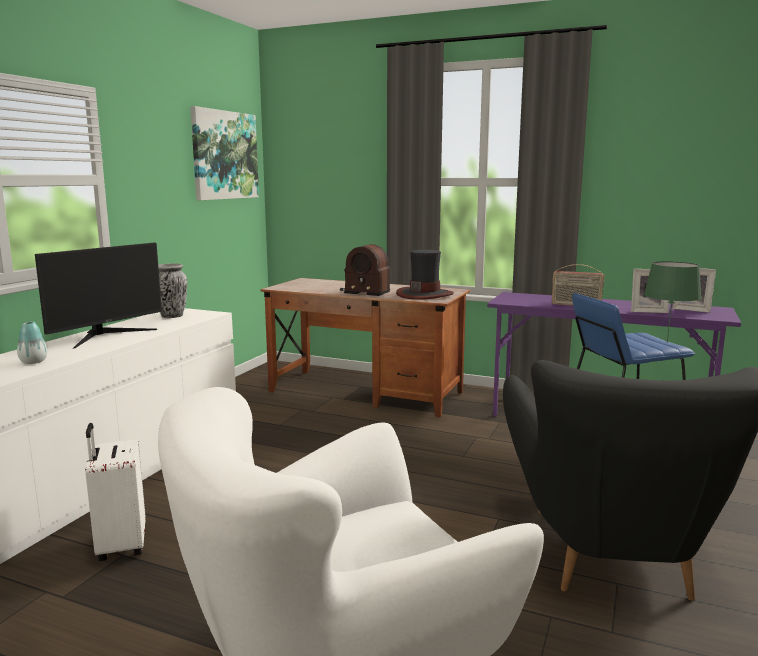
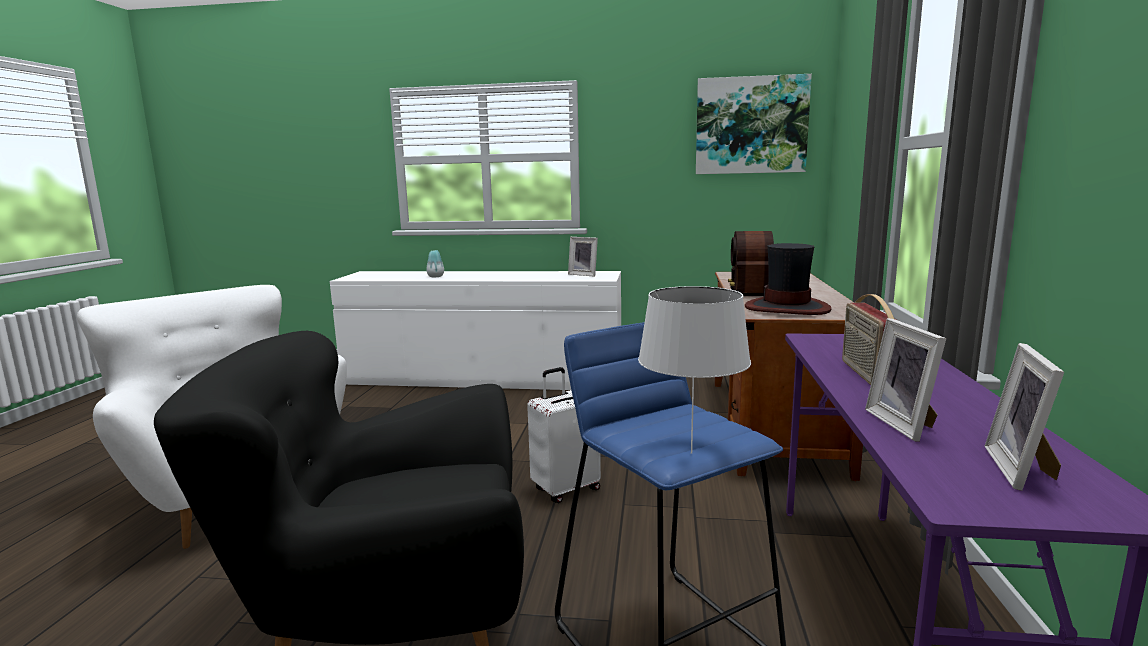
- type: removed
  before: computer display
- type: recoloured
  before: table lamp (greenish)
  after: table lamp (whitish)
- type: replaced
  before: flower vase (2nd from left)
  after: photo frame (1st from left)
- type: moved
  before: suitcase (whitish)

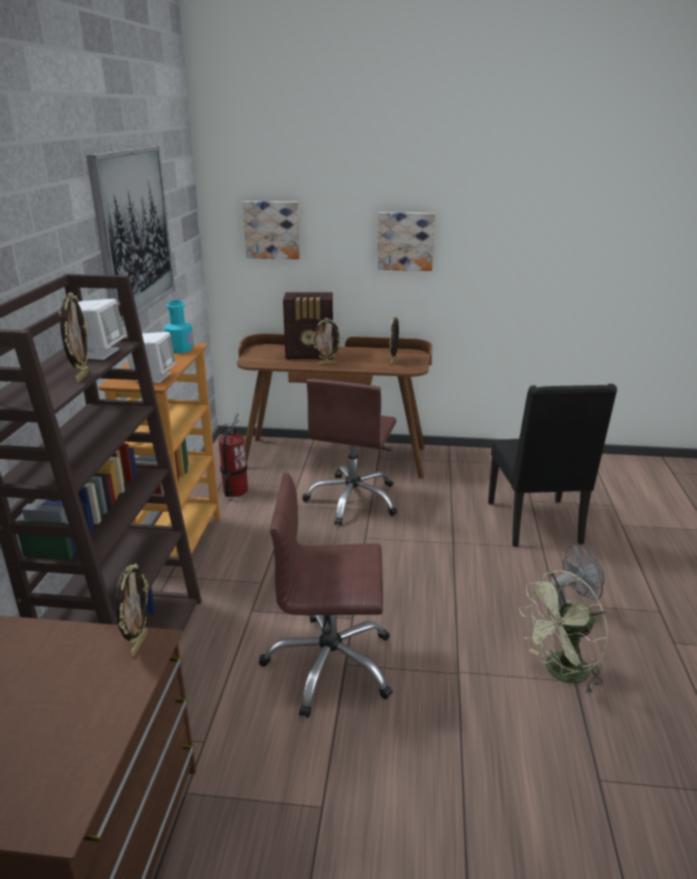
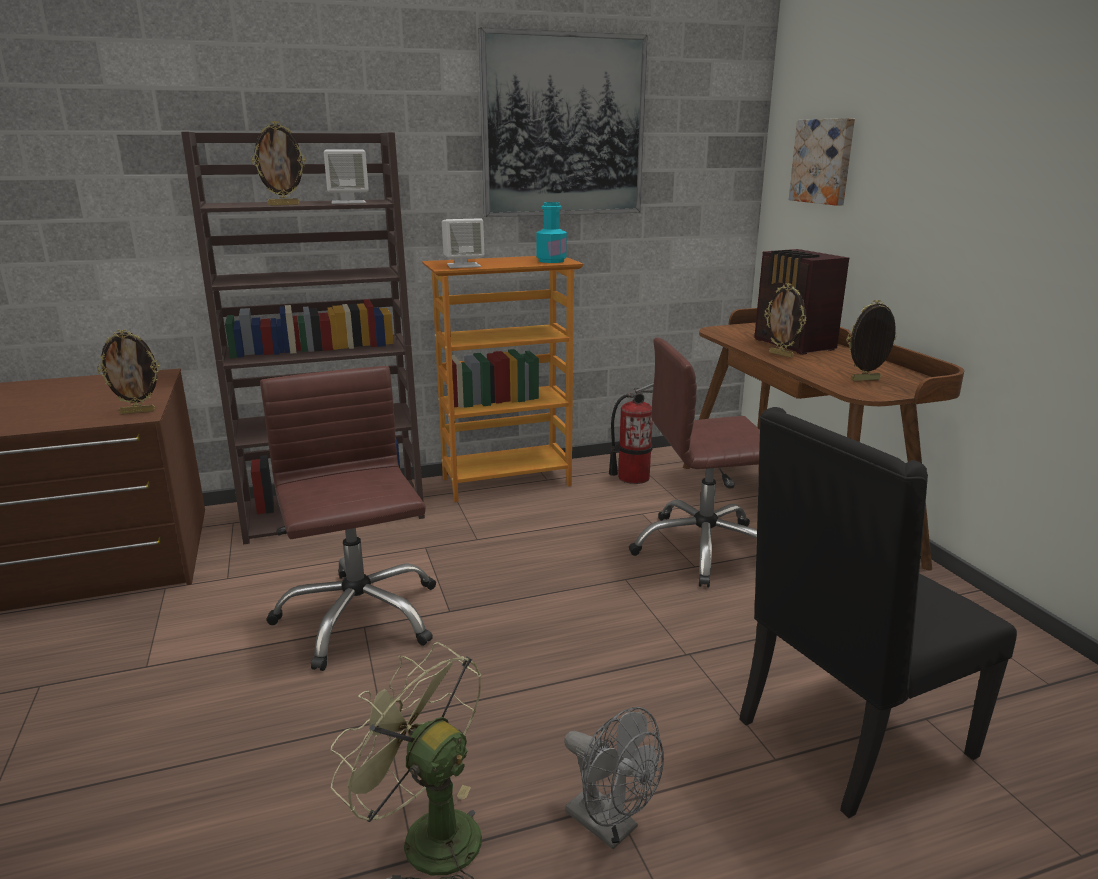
- type: removed
  before: wall art (3rd from left)

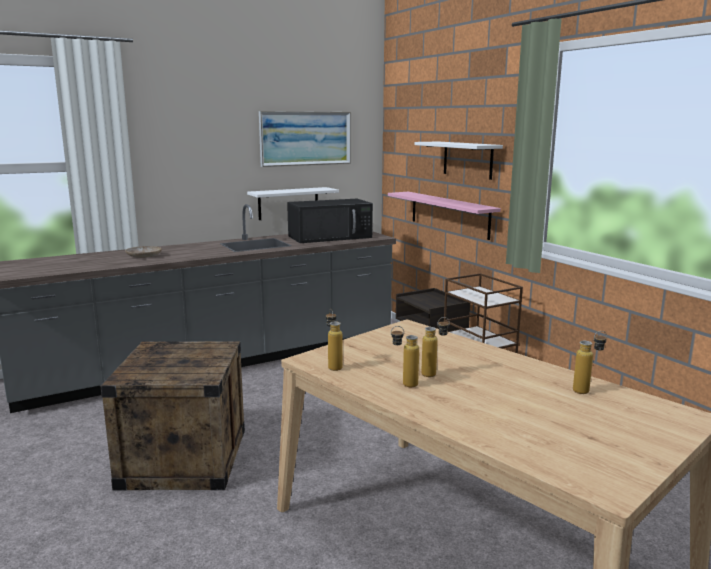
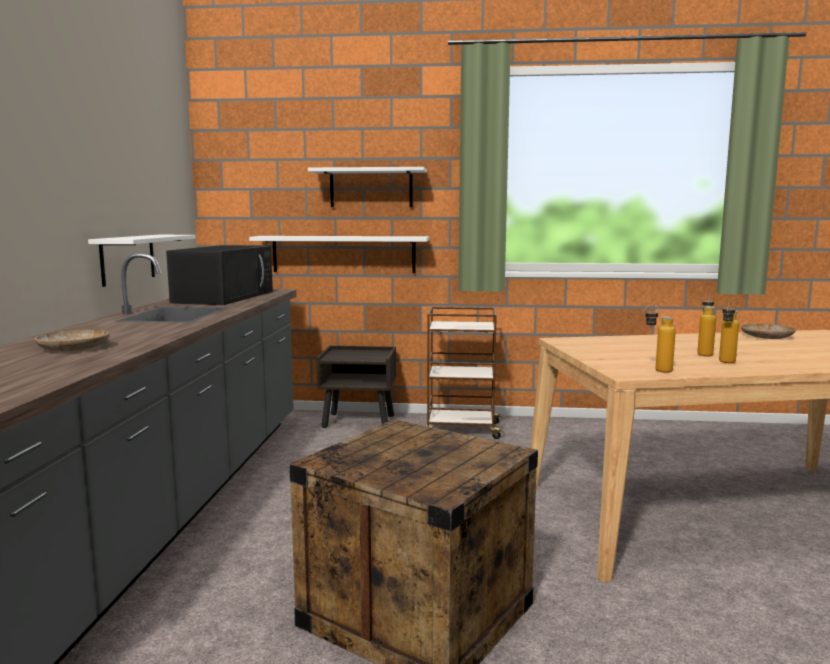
- type: removed
  before: wall art
- type: recoloured
  before: bracket shelf (pink-coloured)
  after: bracket shelf (whitish) (2nd from left)
- type: replaced
  before: beverage bottle (4th from left)
  after: flat dish (beige) (2nd from left)

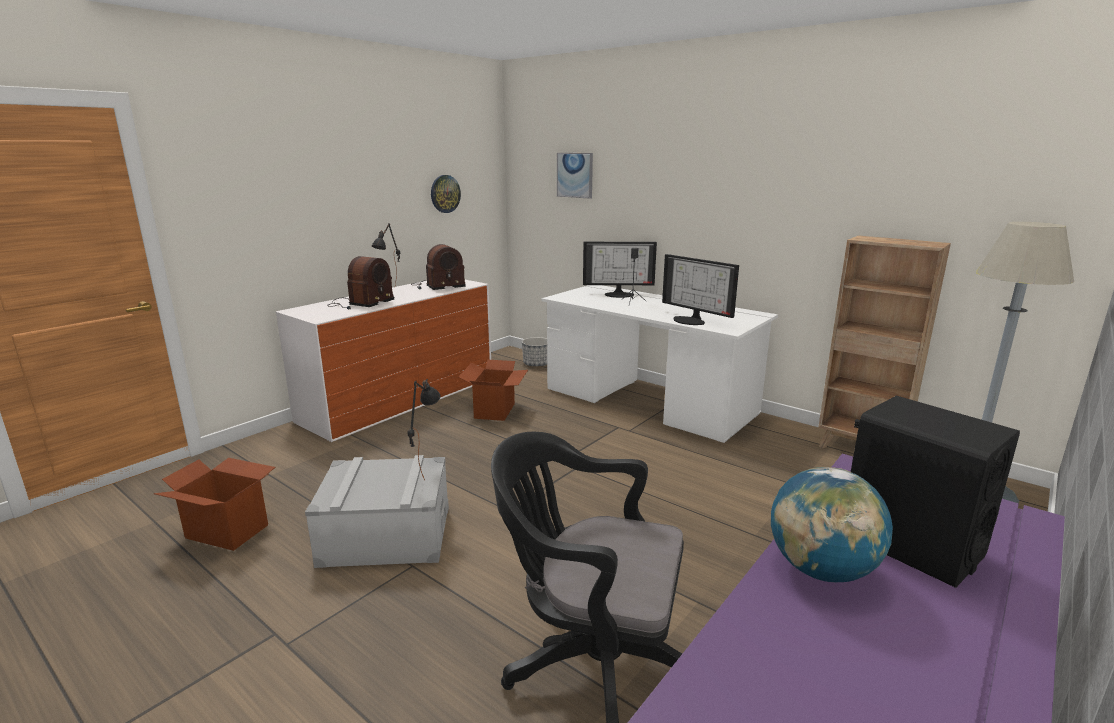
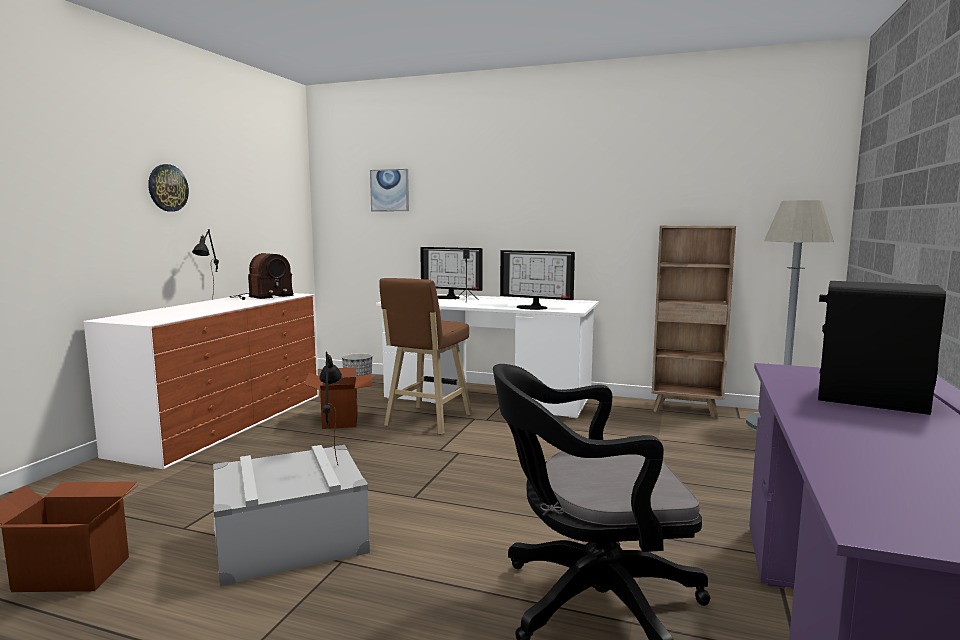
- type: moved
  before: hanging clock
- type: turned
  before: computer display (1st from left)
  turn: 45
- type: removed
  before: radio (1st from left)
- type: removed
  before: desk globe
- type: added
  after: stool seat (brown-coloured)

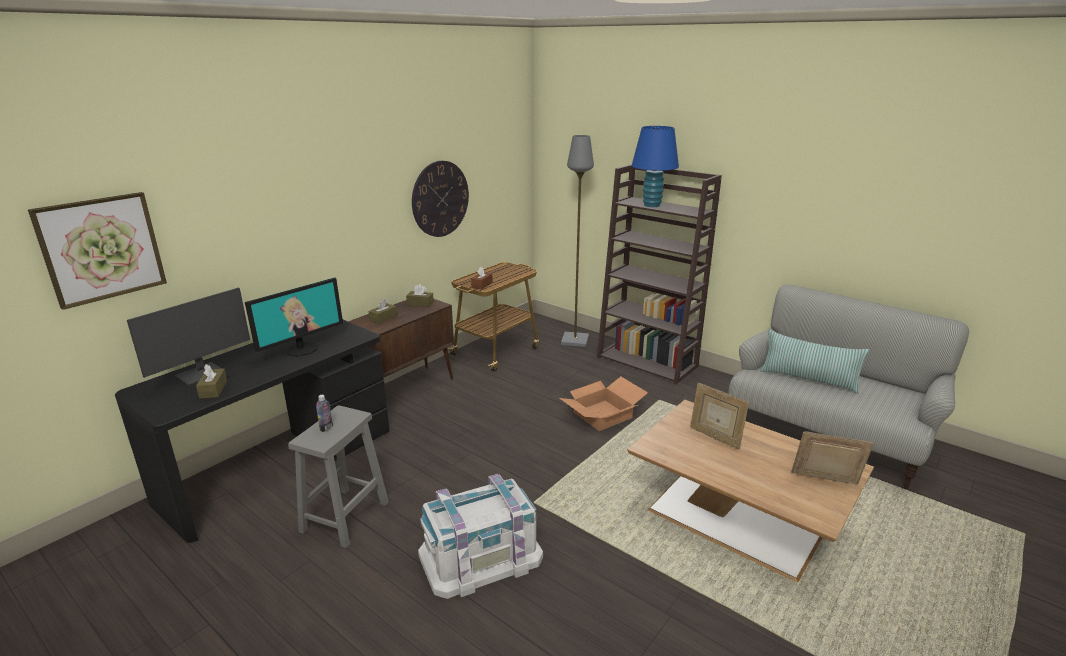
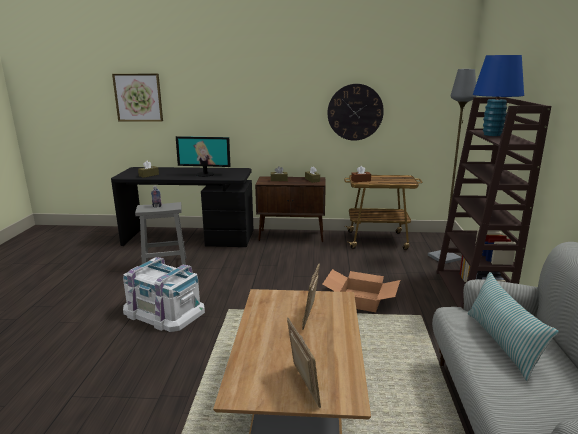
- type: removed
  before: computer display (1st from left)

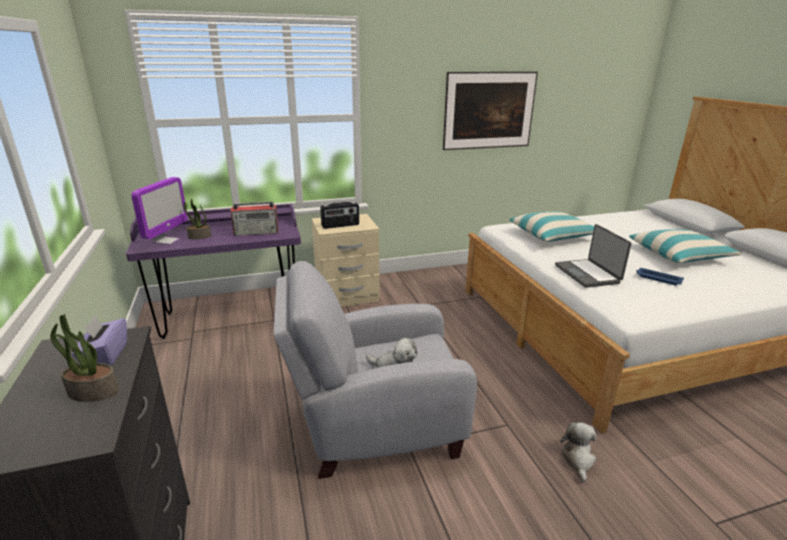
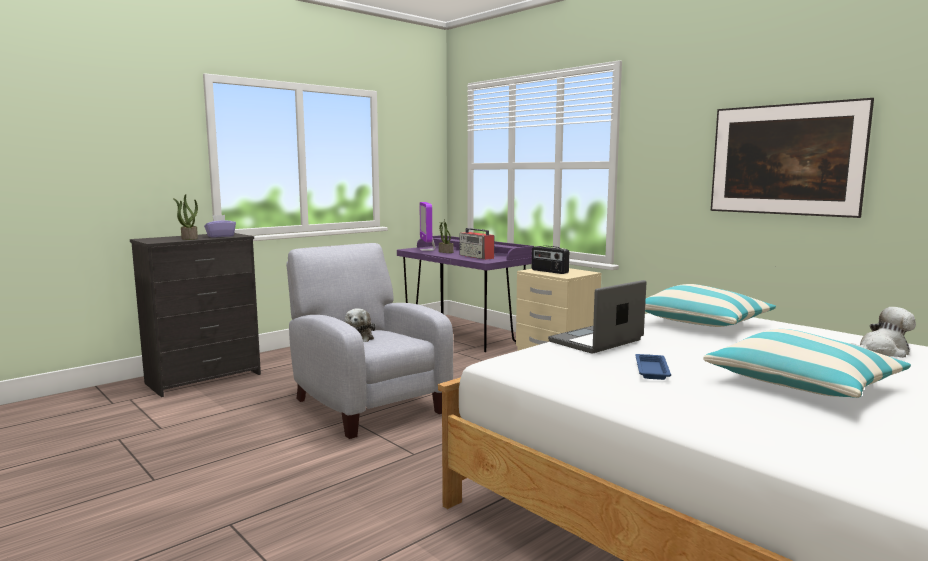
- type: turned
  before: computer display
  turn: 90
- type: moved
  before: soft toy (2nd from left)

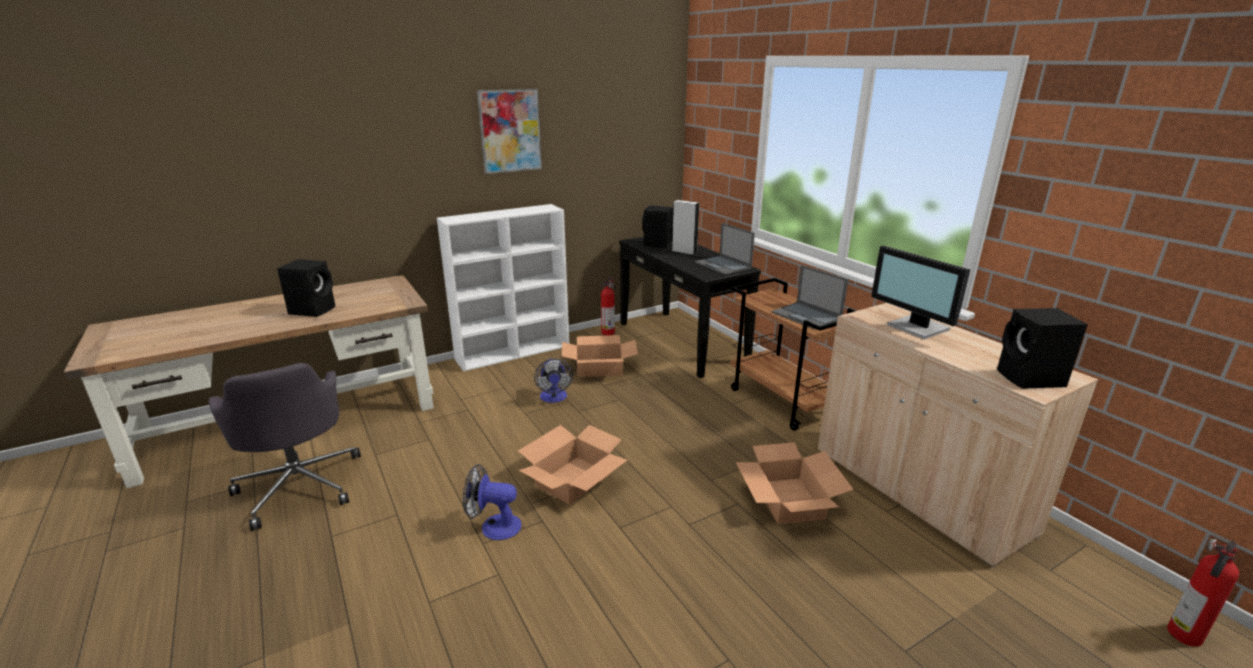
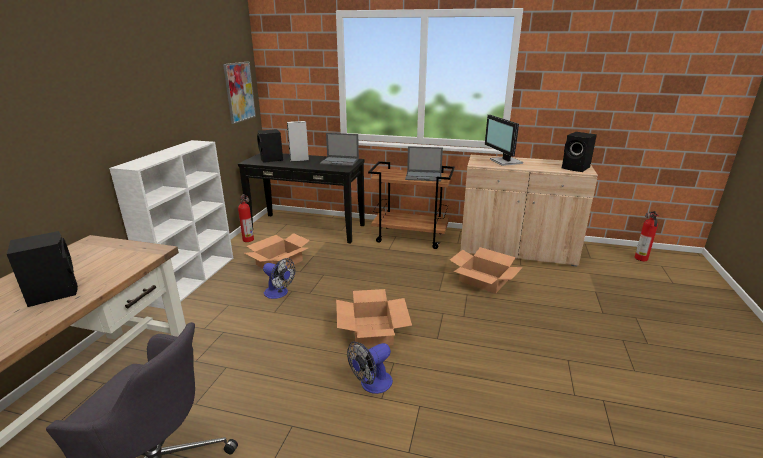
- type: moved
  before: wall art
- type: turned
  before: computer display
  turn: 60

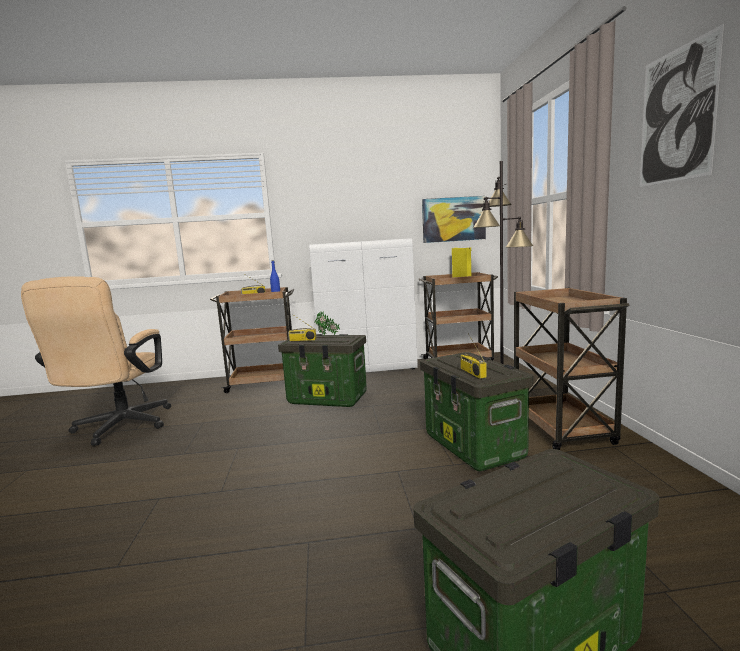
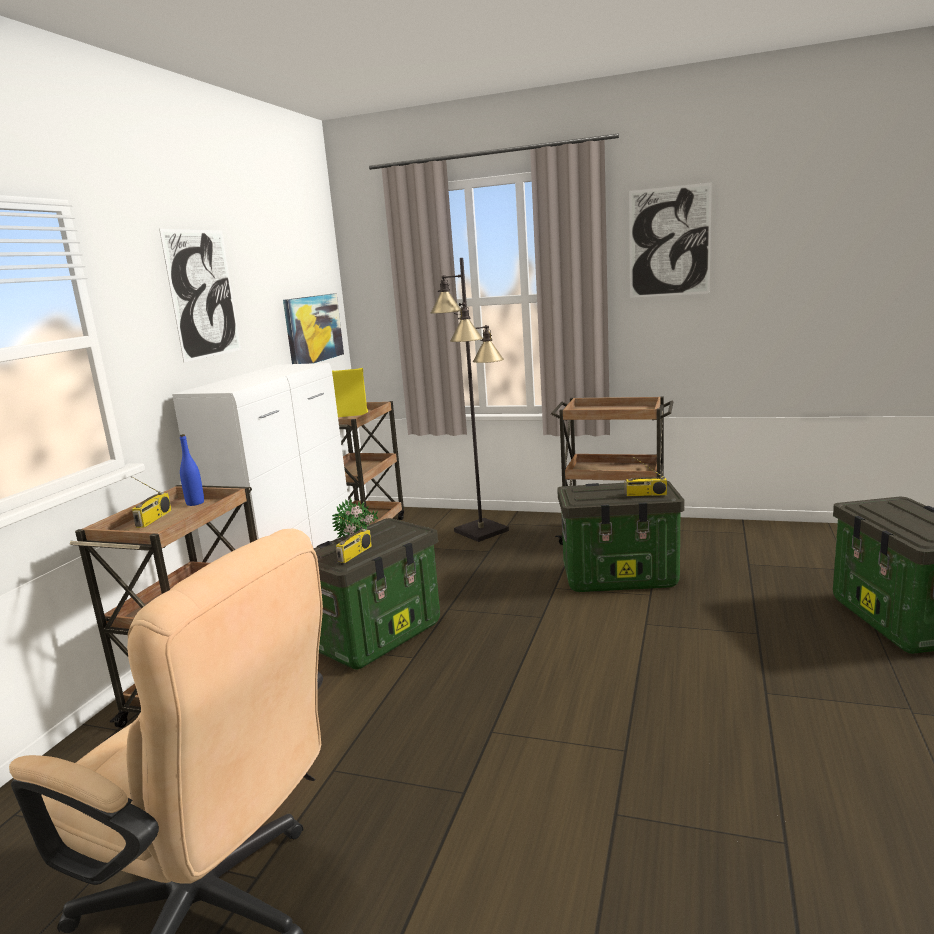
- type: added
  after: wall art (1st from left)

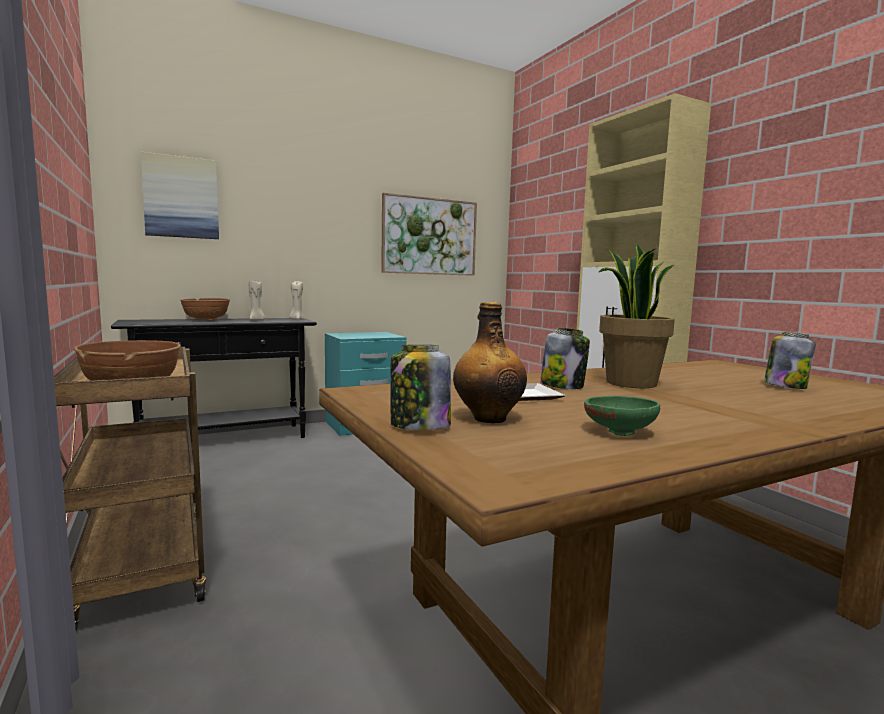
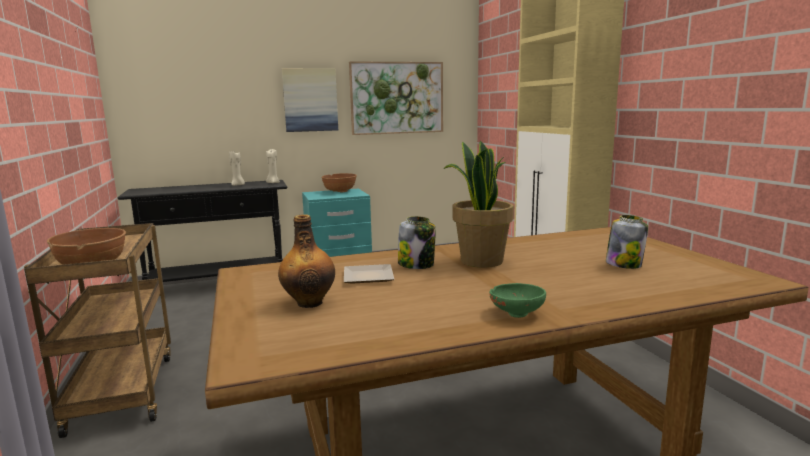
- type: moved
  before: wall art (1st from left)
- type: moved
  before: deep dish (brown-coloured) (2nd from left)
- type: removed
  before: storage jar (1st from left)
- type: moved
  before: deep dish (greenish)

